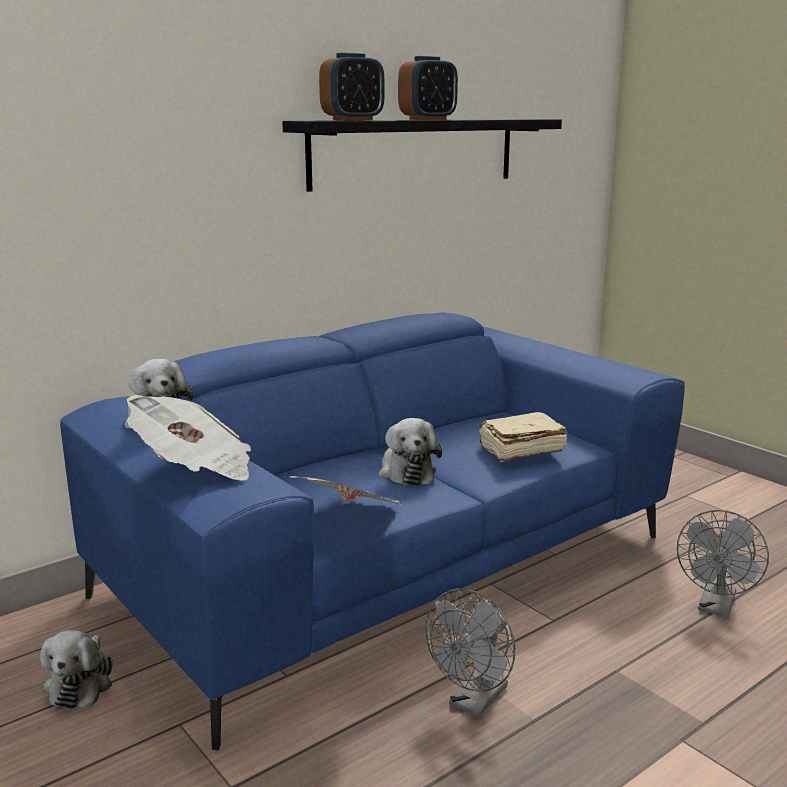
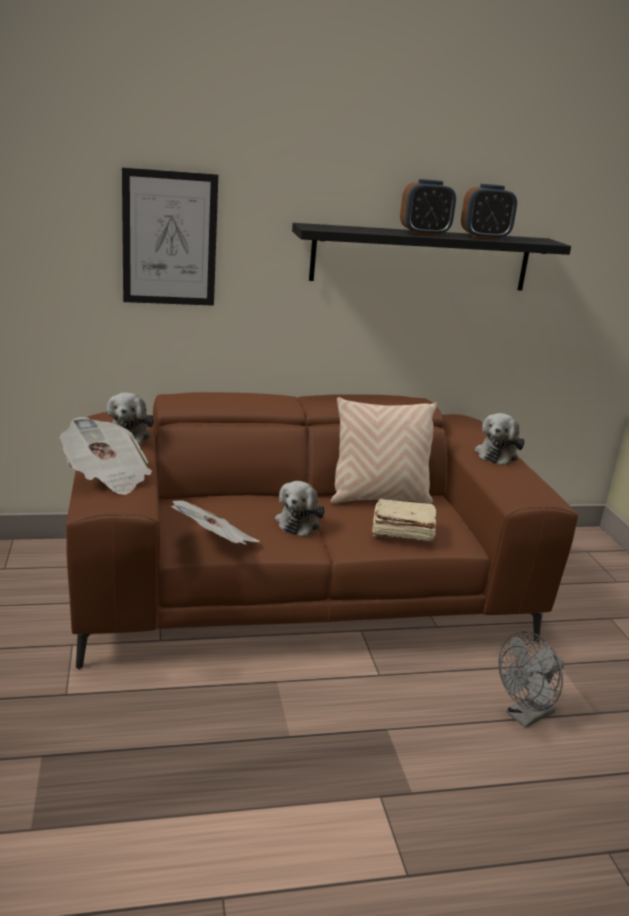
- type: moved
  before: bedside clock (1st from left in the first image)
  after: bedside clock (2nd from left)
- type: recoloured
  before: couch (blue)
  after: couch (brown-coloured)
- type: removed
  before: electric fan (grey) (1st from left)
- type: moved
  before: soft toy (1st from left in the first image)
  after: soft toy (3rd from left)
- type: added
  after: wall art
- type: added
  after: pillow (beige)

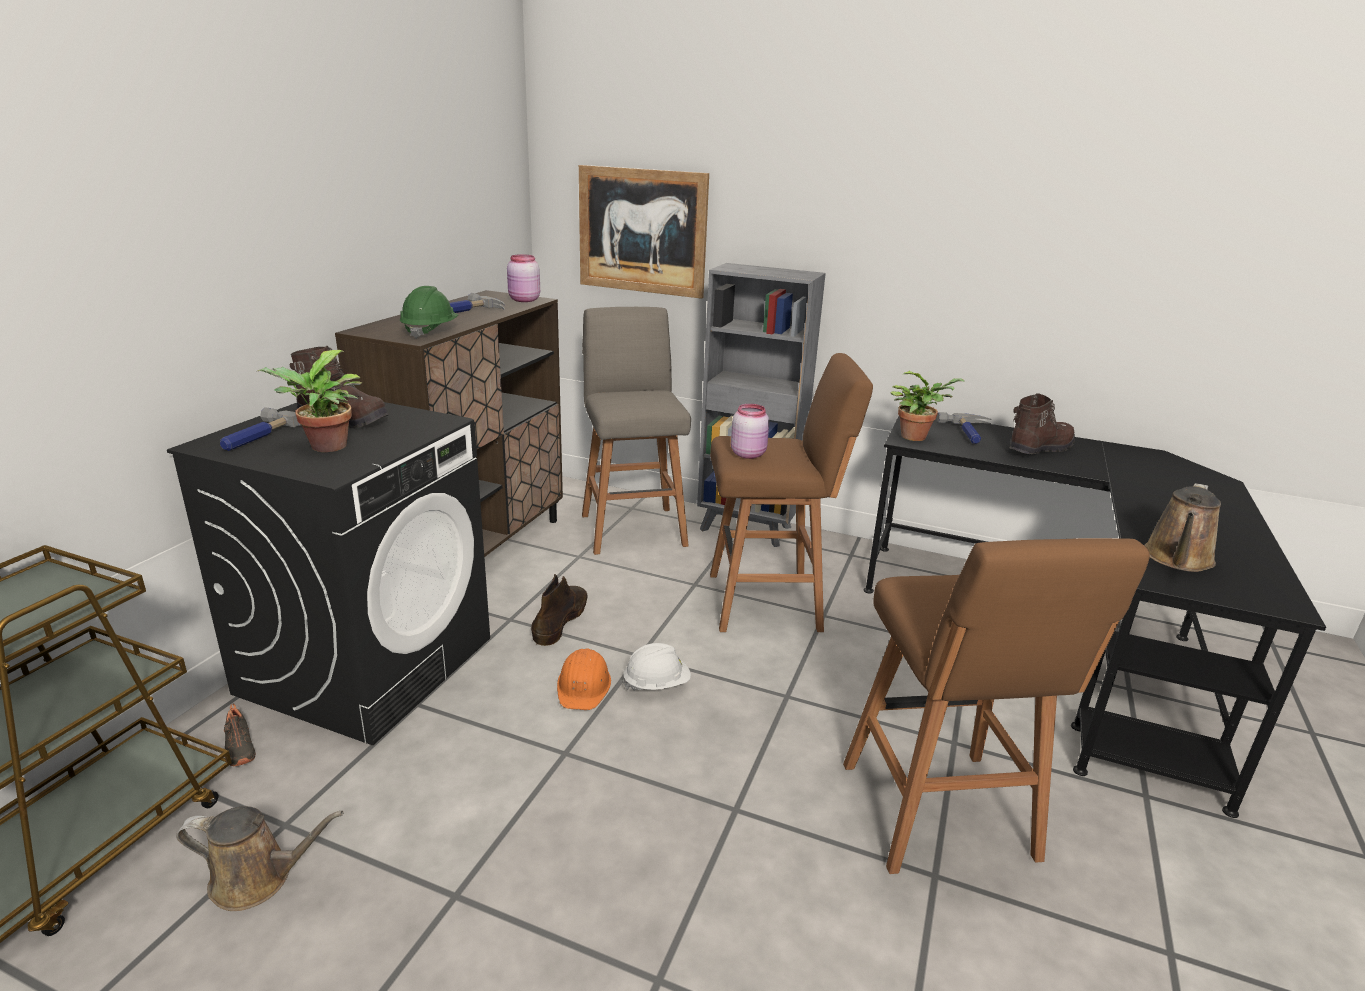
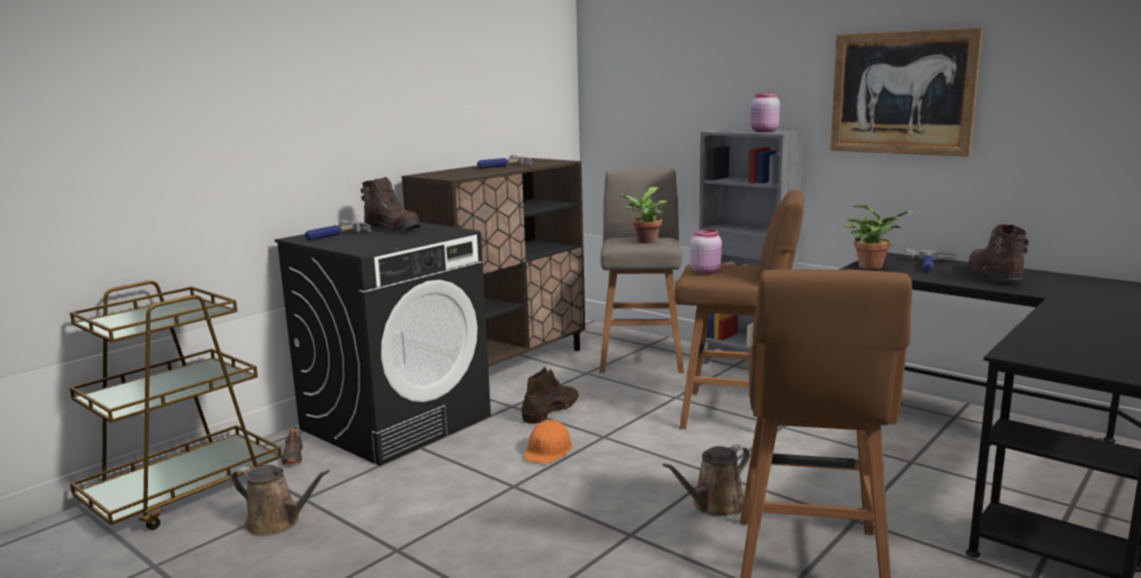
- type: moved
  before: wall art
- type: moved
  before: storage jar (pink-coloured) (1st from left in the first image)
  after: storage jar (pink-coloured) (2nd from left)
- type: removed
  before: work helmet (greenish)
- type: moved
  before: houseplant (1st from left)
- type: turned
  before: tall boot (brown-coloured) (3rd from left)
  turn: -75
- type: moved
  before: watering can (brown-coloured) (2nd from left)
- type: removed
  before: work helmet (whitish)

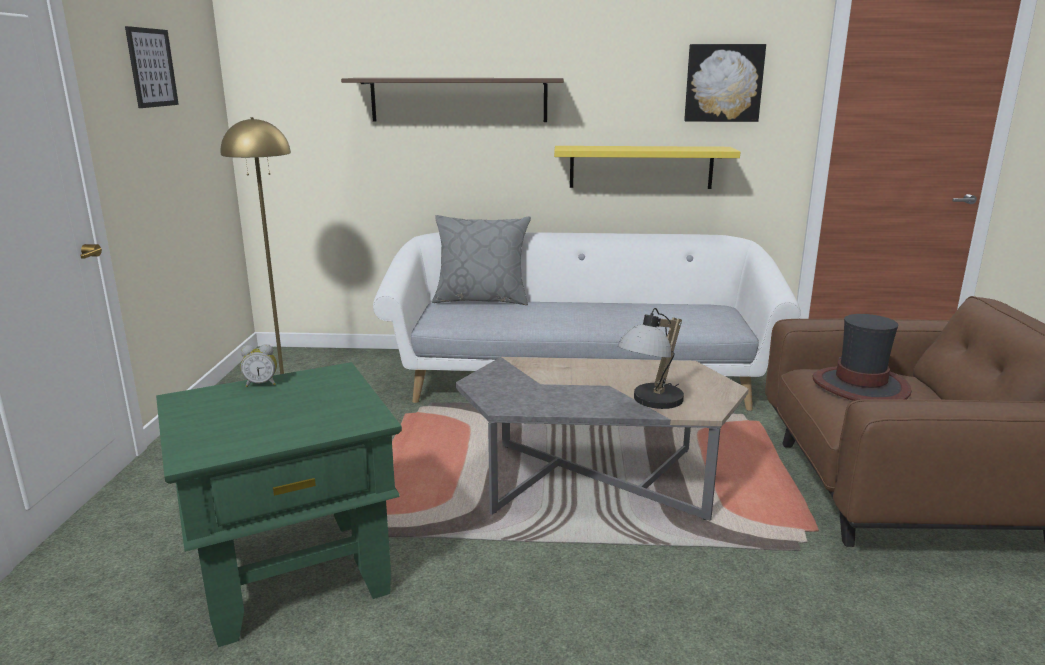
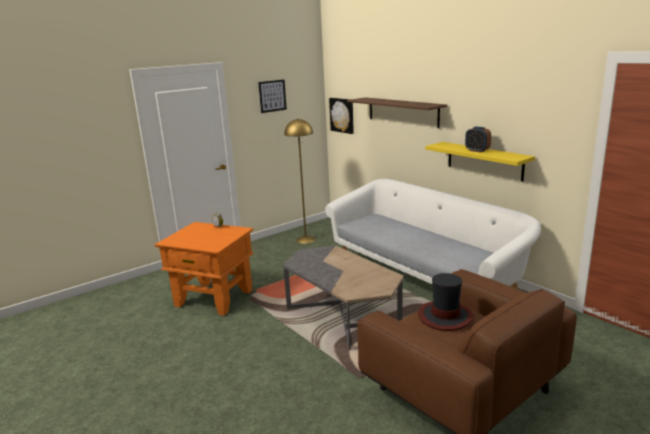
- type: moved
  before: wall art (2nd from left)
- type: removed
  before: pillow (grey)
- type: removed
  before: table lamp
- type: recoloured
  before: accent table (greenish)
  after: accent table (orange)
- type: added
  after: bedside clock (2nd from left)

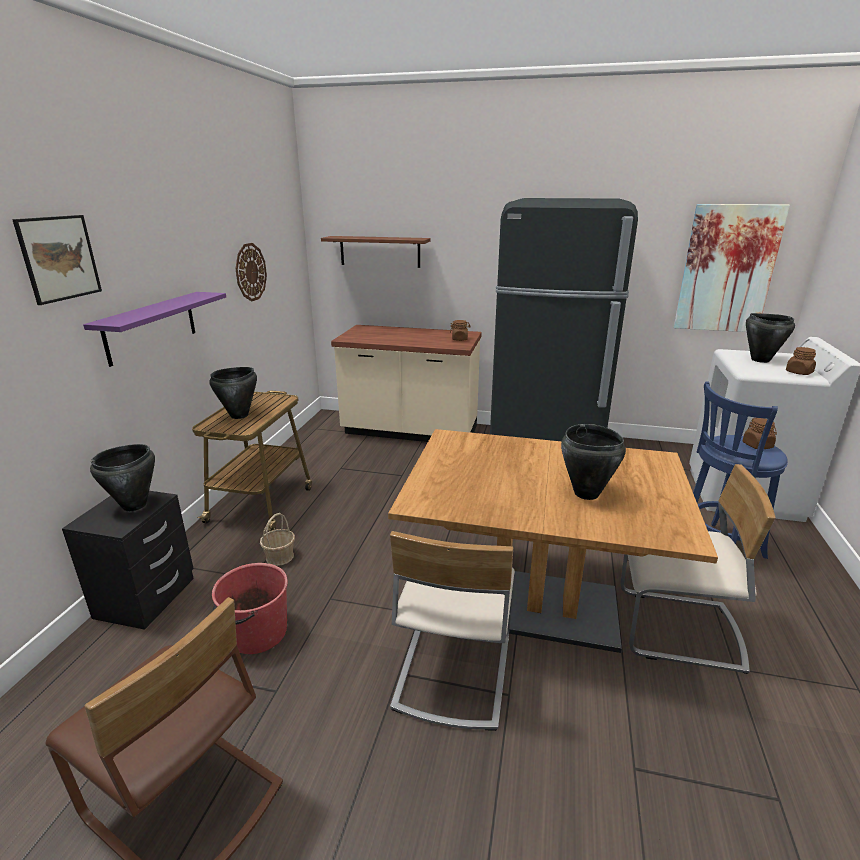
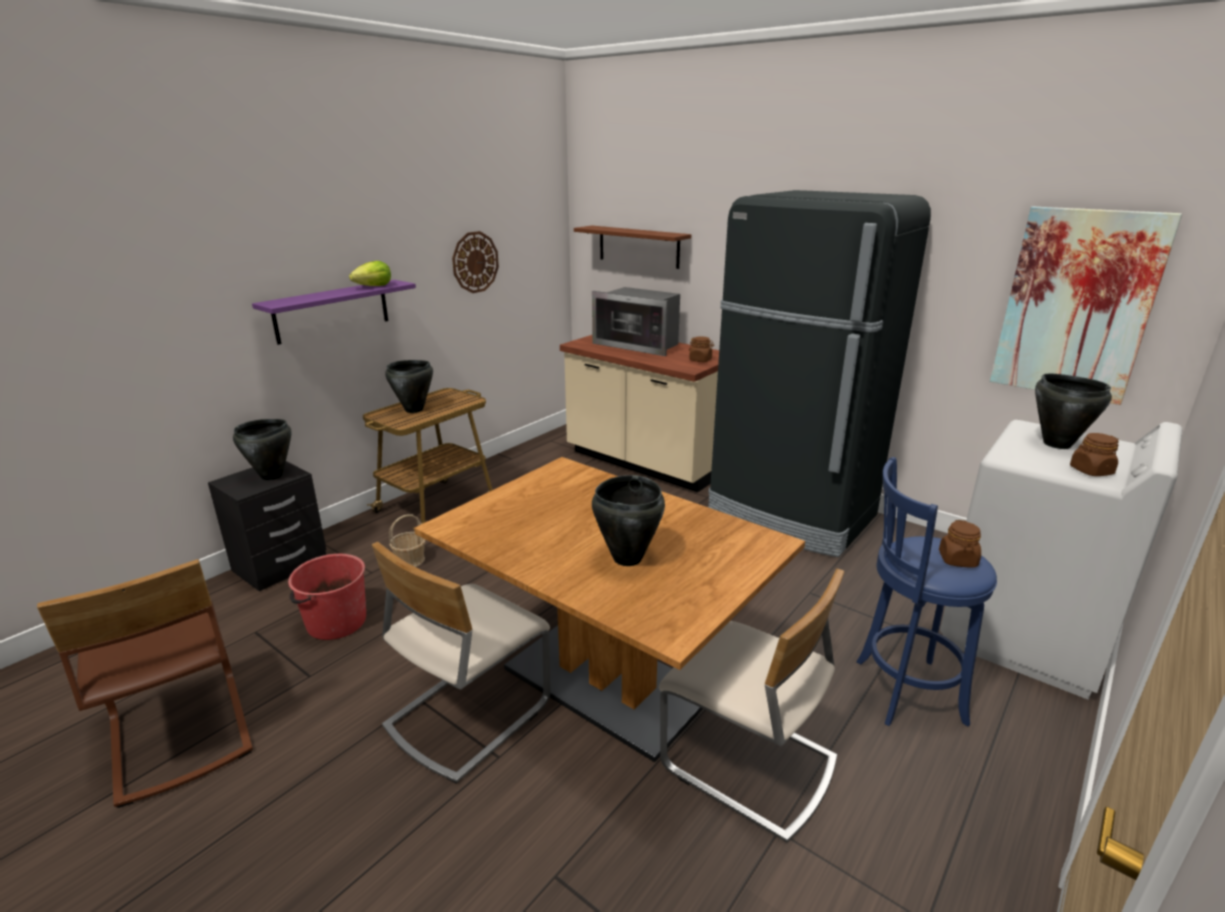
- type: removed
  before: wall art (1st from left)
- type: added
  after: lettuce
- type: added
  after: microwave

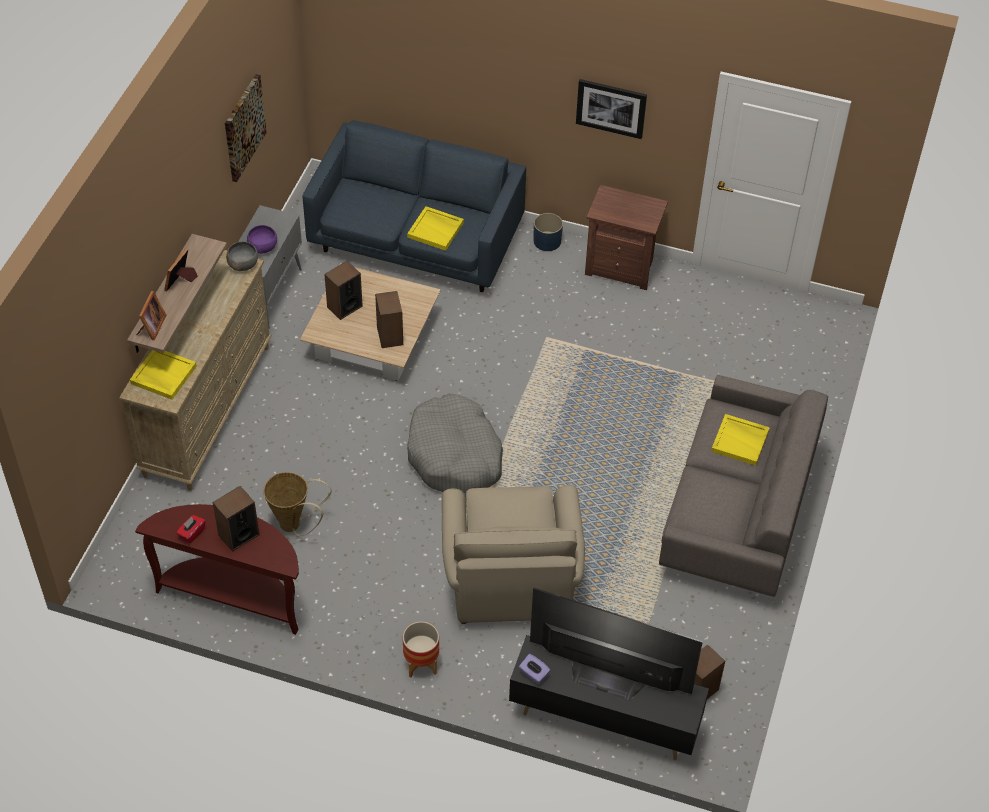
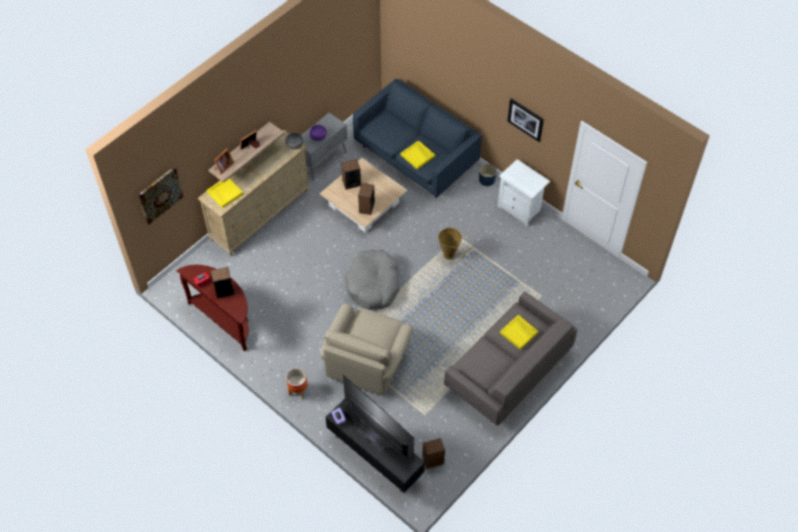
- type: moved
  before: wall art (1st from left)
- type: recoloured
  before: bedside table (brown-coloured)
  after: bedside table (whitish)
- type: moved
  before: storage basket

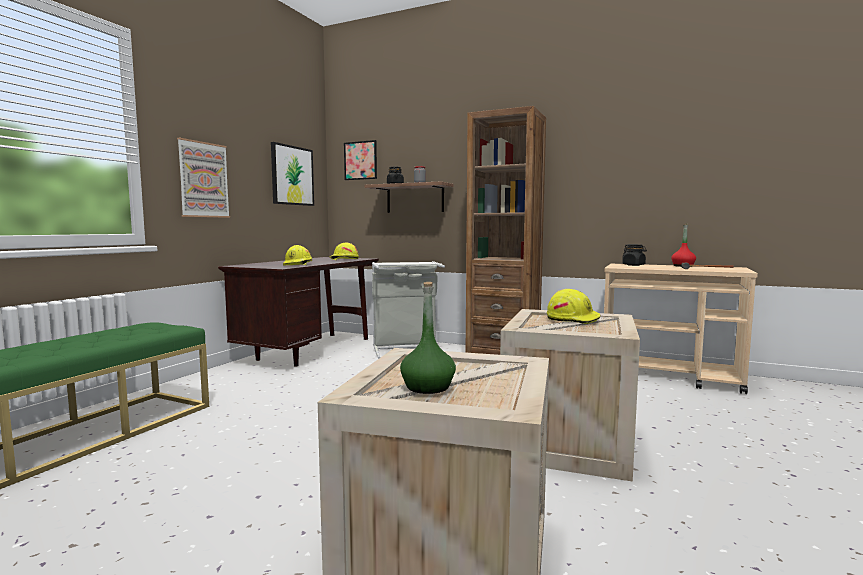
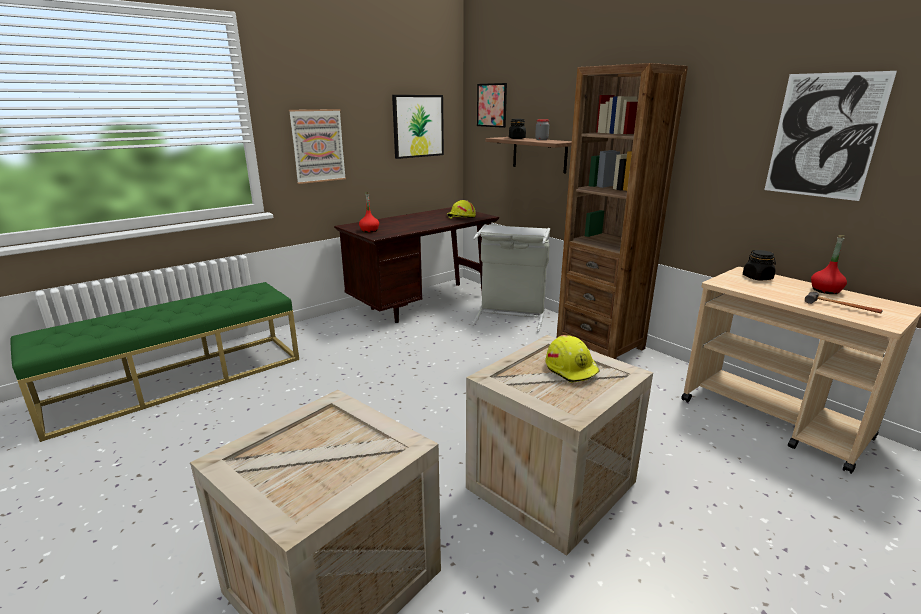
- type: removed
  before: work helmet (yellow-coloured) (1st from left)
- type: removed
  before: beverage bottle (greenish)
- type: added
  after: wall art (4th from left)
- type: added
  after: beverage bottle (red-coloured) (1st from left)

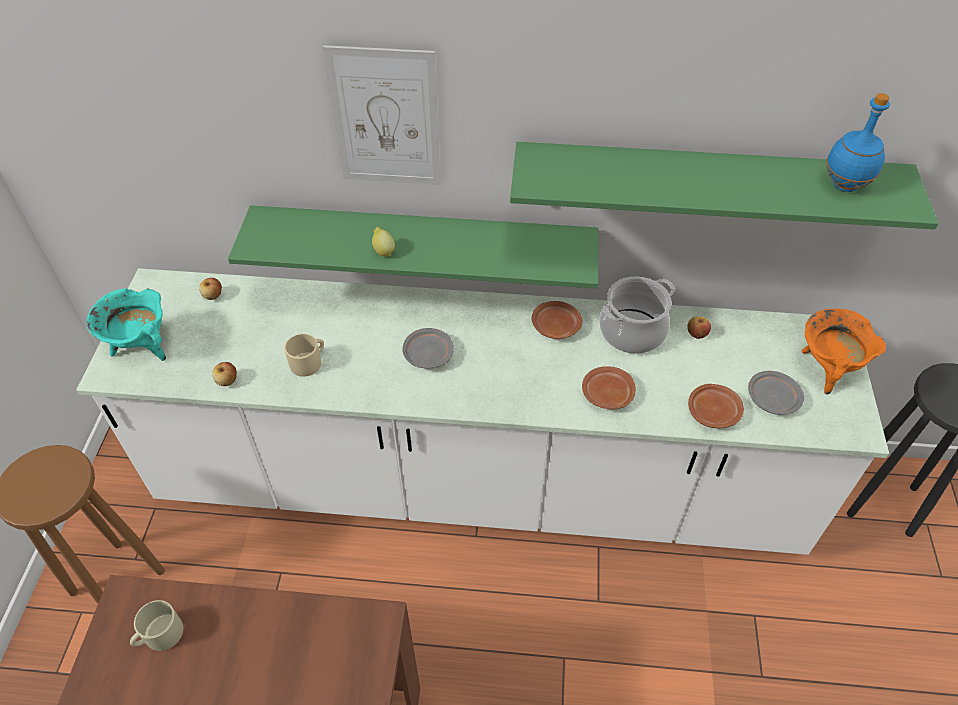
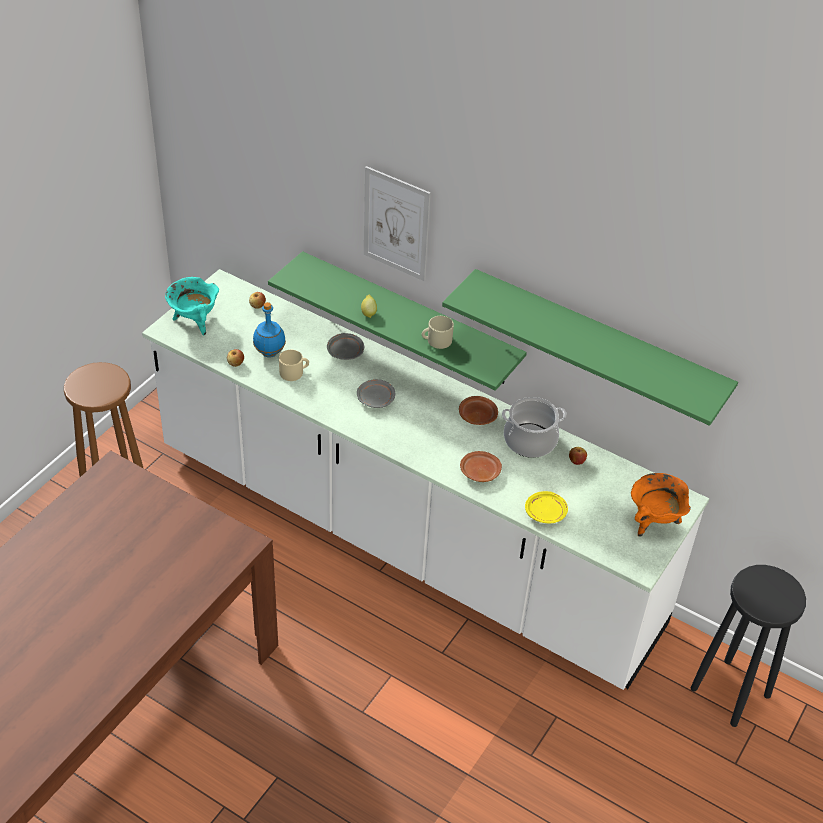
- type: moved
  before: beverage bottle (blue)
- type: moved
  before: flat dish (grey) (2nd from left in the first image)
  after: flat dish (grey) (1st from left)
- type: recoloured
  before: flat dish (brown-coloured) (3rd from left)
  after: flat dish (yellow-coloured)
- type: moved
  before: mug (beige) (1st from left in the first image)
  after: mug (beige) (2nd from left)

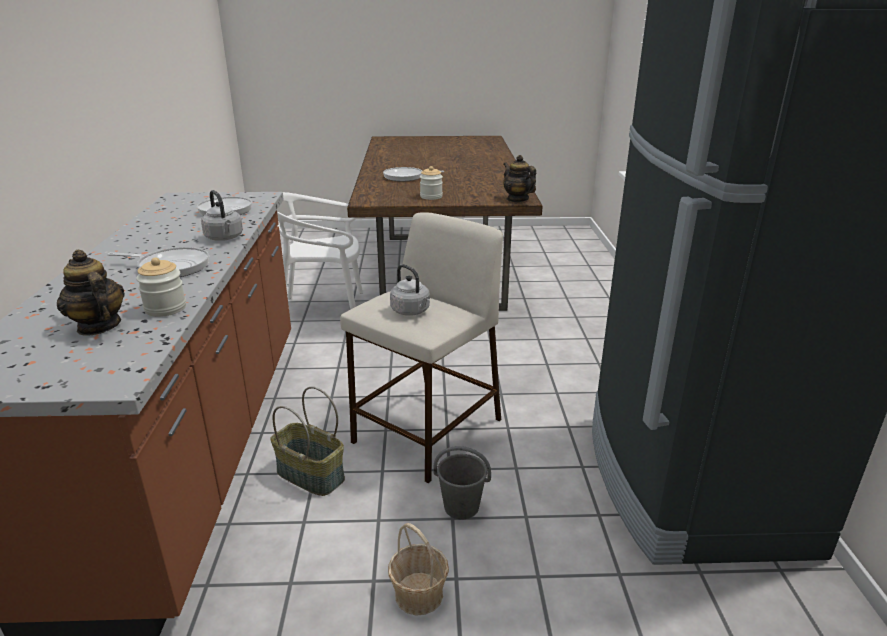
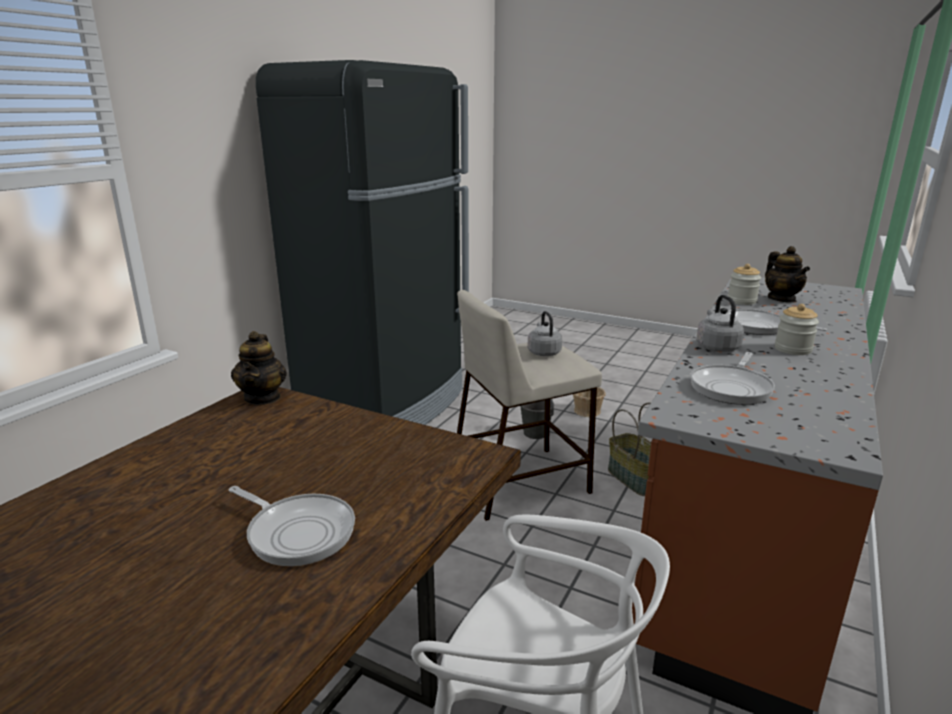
- type: moved
  before: storage jar (2nd from left)

